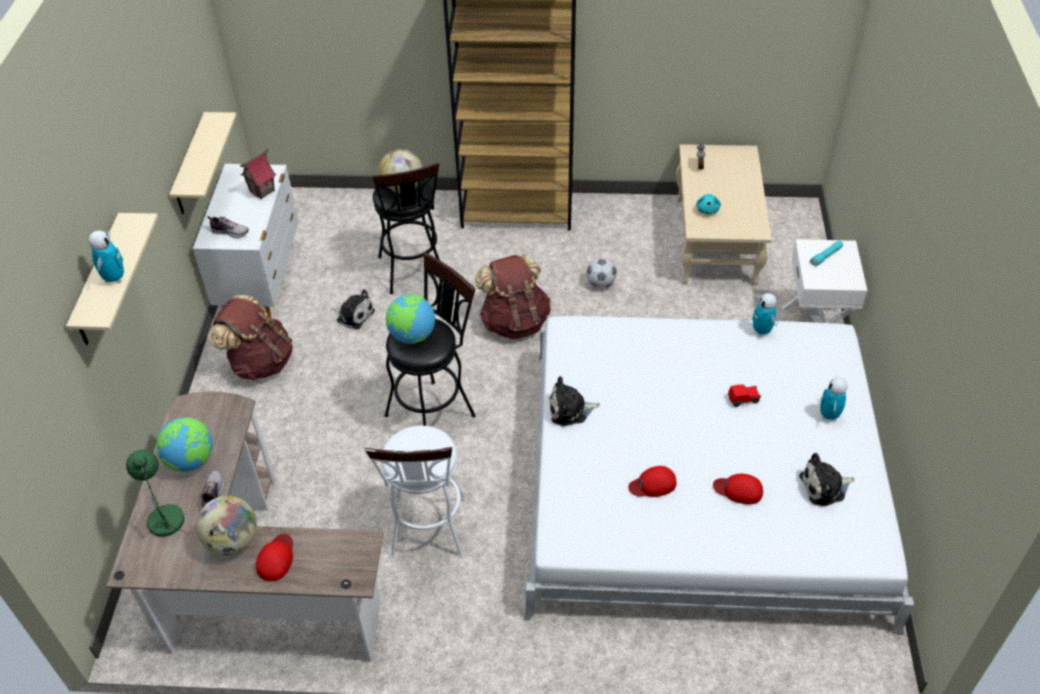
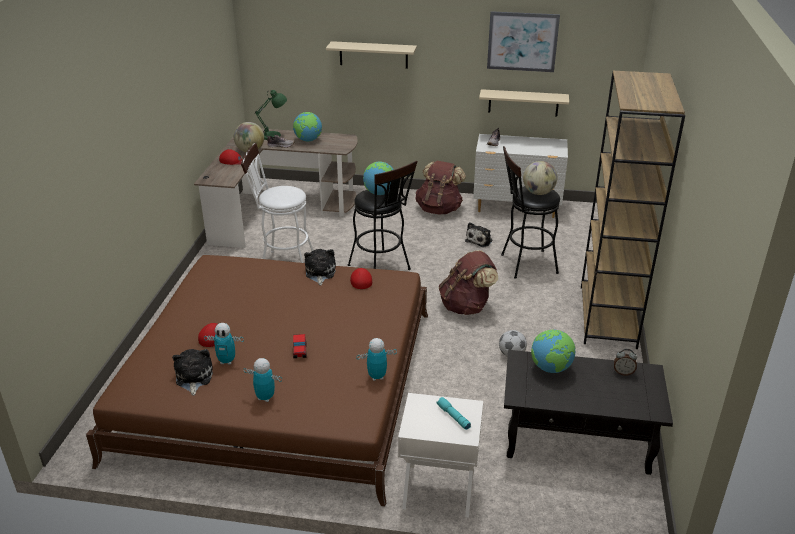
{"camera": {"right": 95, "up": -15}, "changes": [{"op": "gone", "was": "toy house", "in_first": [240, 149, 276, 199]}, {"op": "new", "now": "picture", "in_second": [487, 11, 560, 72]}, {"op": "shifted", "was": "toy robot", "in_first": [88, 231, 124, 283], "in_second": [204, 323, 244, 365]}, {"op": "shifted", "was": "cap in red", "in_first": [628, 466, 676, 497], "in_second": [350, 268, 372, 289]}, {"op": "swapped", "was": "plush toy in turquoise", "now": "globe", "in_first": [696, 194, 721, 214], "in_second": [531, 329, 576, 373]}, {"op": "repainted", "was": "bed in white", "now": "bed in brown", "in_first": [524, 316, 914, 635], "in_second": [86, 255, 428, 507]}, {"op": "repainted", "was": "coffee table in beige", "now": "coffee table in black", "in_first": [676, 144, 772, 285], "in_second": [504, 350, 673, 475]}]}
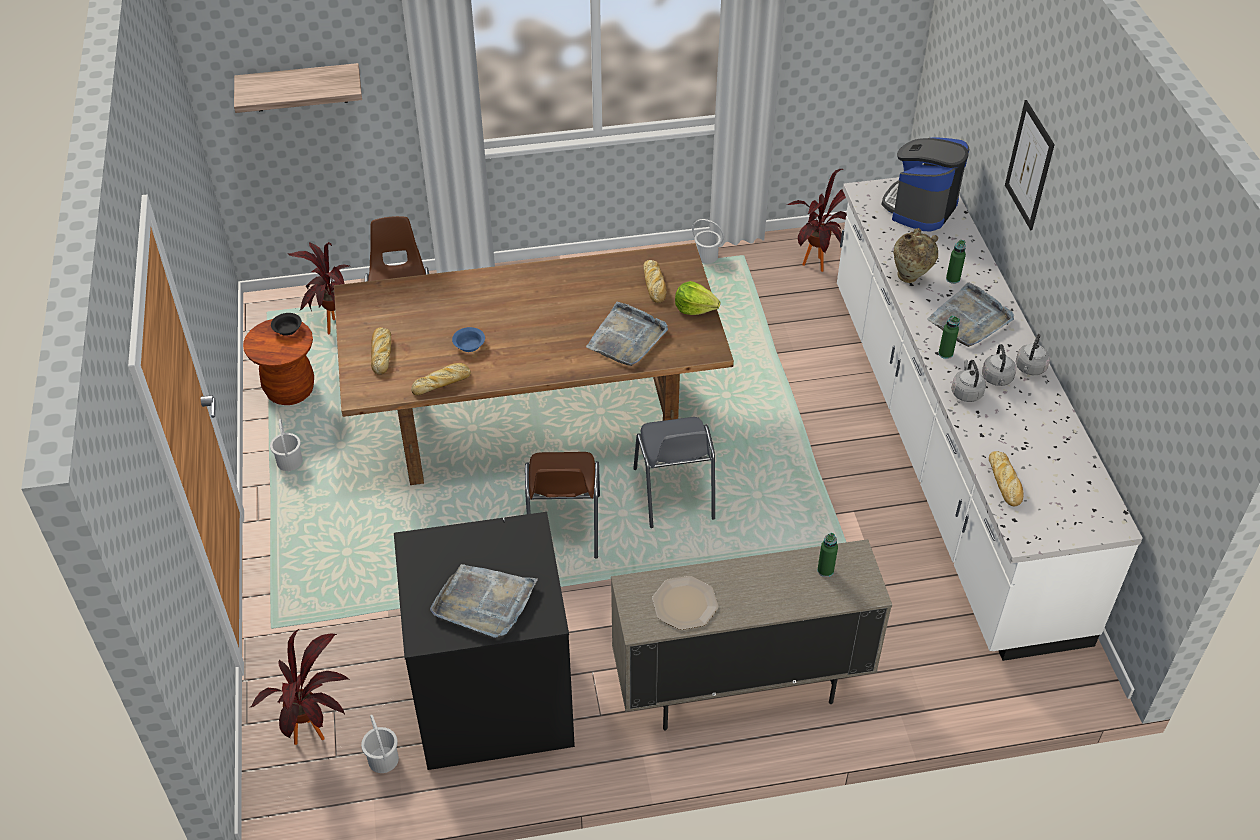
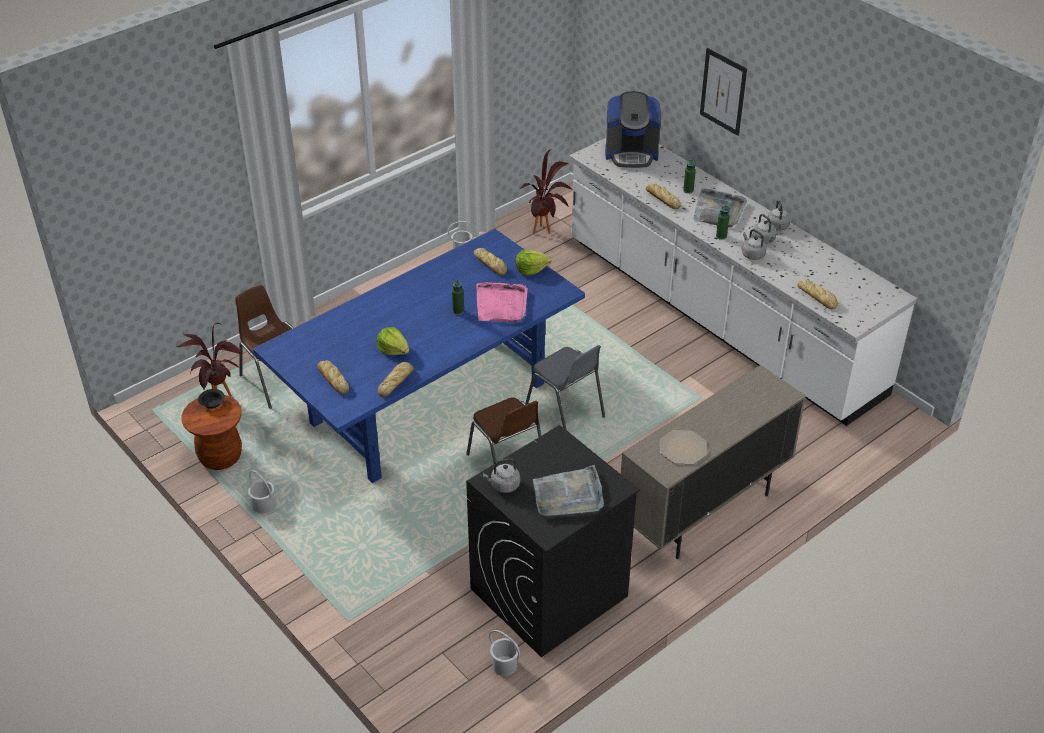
{"camera": {"right": -30, "up": -5}, "changes": [{"op": "gone", "was": "shelf", "in_first": [234, 63, 362, 113]}, {"op": "gone", "was": "potted plant", "in_first": [249, 629, 350, 745]}, {"op": "new", "now": "kettle in grey", "in_second": [482, 458, 520, 493]}, {"op": "shifted", "was": "bottle in green", "in_first": [817, 533, 838, 577], "in_second": [452, 280, 464, 315]}, {"op": "swapped", "was": "bowl in blue", "now": "lettuce", "in_first": [452, 327, 485, 352], "in_second": [377, 327, 409, 355]}, {"op": "swapped", "was": "vase in beige", "now": "bread", "in_first": [893, 228, 938, 283], "in_second": [646, 184, 681, 209]}, {"op": "repainted", "was": "dining table in brown", "now": "dining table in blue", "in_first": [334, 243, 734, 485], "in_second": [253, 229, 585, 483]}, {"op": "repainted", "was": "tray in grey", "now": "tray in pink", "in_first": [586, 302, 668, 366], "in_second": [476, 282, 528, 322]}, {"op": "rotated", "was": "coffee machine", "in_first": [881, 138, 969, 231], "in_second": [605, 91, 661, 168], "clockwise": -90}]}
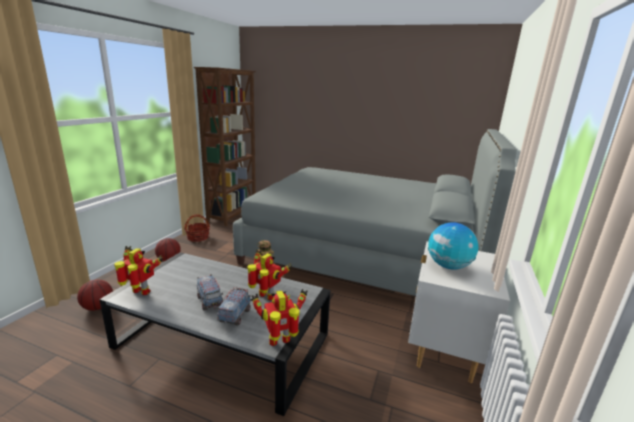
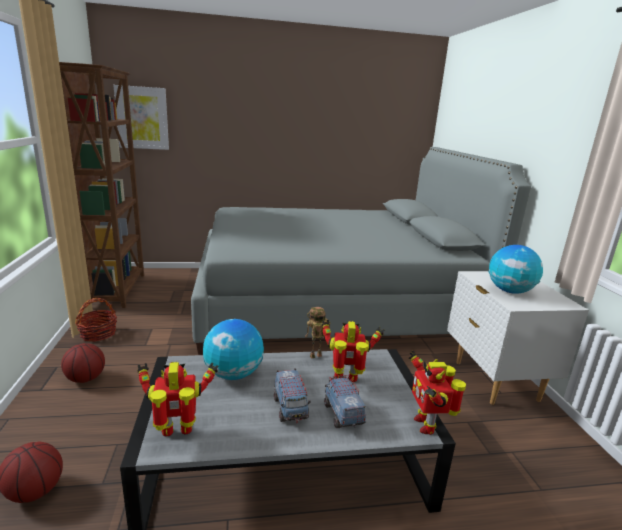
{"camera": {"right": -30, "up": 0}, "changes": [{"op": "new", "now": "picture", "in_second": [113, 85, 169, 150]}, {"op": "new", "now": "globe", "in_second": [203, 319, 264, 380]}, {"op": "rotated", "was": "toy truck", "in_first": [197, 274, 223, 310], "in_second": [274, 368, 310, 422], "clockwise": 45}, {"op": "rotated", "was": "toy robot", "in_first": [251, 289, 308, 346], "in_second": [408, 351, 466, 435], "clockwise": -45}]}
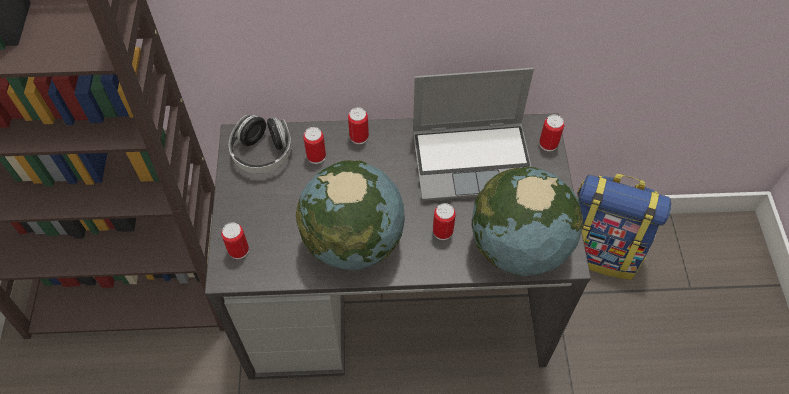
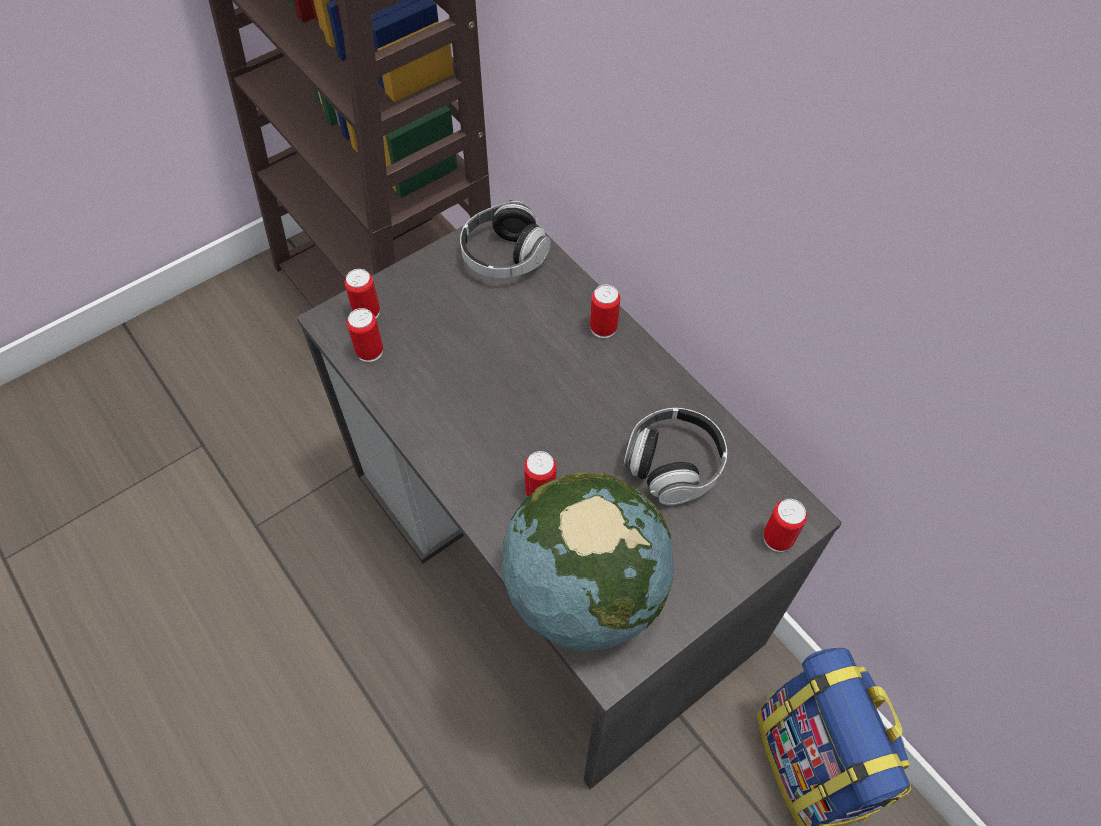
{"camera": {"right": 55, "up": 0}, "changes": [{"op": "gone", "was": "globe", "in_first": [296, 160, 405, 270]}, {"op": "shifted", "was": "can", "in_first": [303, 127, 326, 164], "in_second": [347, 308, 383, 362]}, {"op": "swapped", "was": "laptop", "now": "headphones", "in_first": [413, 68, 534, 201], "in_second": [623, 408, 727, 505]}]}
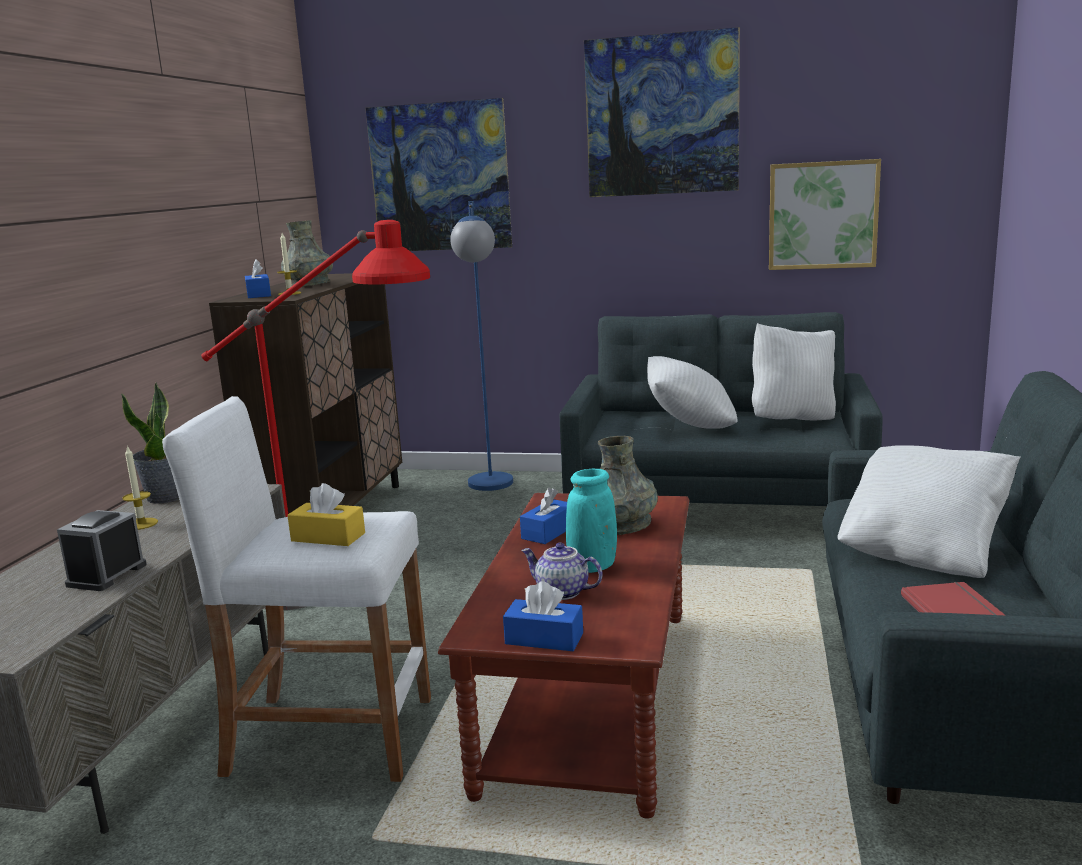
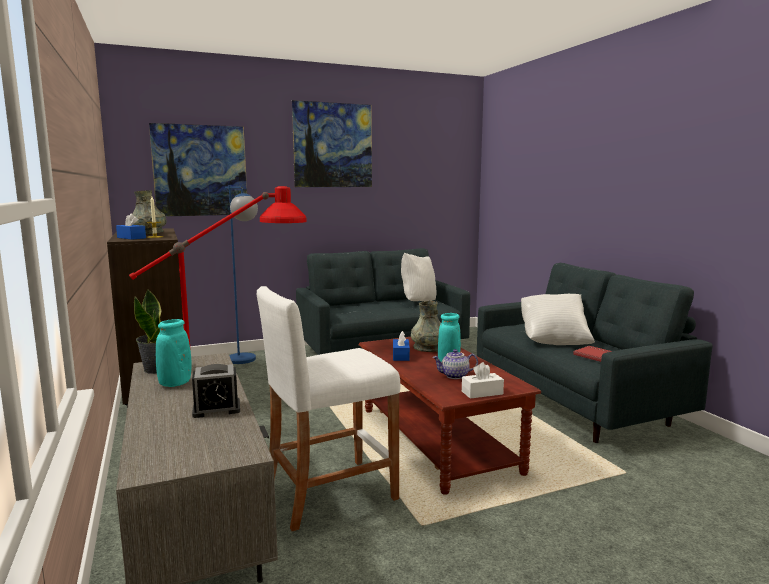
{"camera": {"right": -35, "up": -5}, "changes": [{"op": "gone", "was": "tissue box in yellow", "in_first": [287, 483, 365, 546]}, {"op": "gone", "was": "pillow in white", "in_first": [647, 356, 738, 429]}, {"op": "gone", "was": "picture", "in_first": [769, 159, 881, 270]}, {"op": "swapped", "was": "candle", "now": "vase in turquoise", "in_first": [122, 445, 158, 530], "in_second": [156, 319, 192, 387]}, {"op": "repainted", "was": "tissue box in blue", "now": "tissue box in white", "in_first": [503, 581, 583, 651], "in_second": [462, 362, 504, 399]}, {"op": "rotated", "was": "alarm clock", "in_first": [57, 510, 147, 591], "in_second": [192, 364, 240, 418], "clockwise": -90}]}
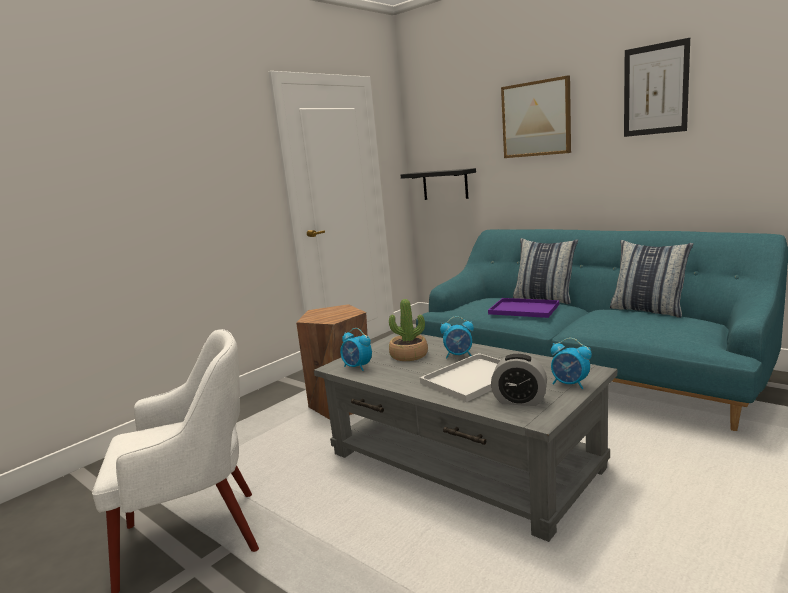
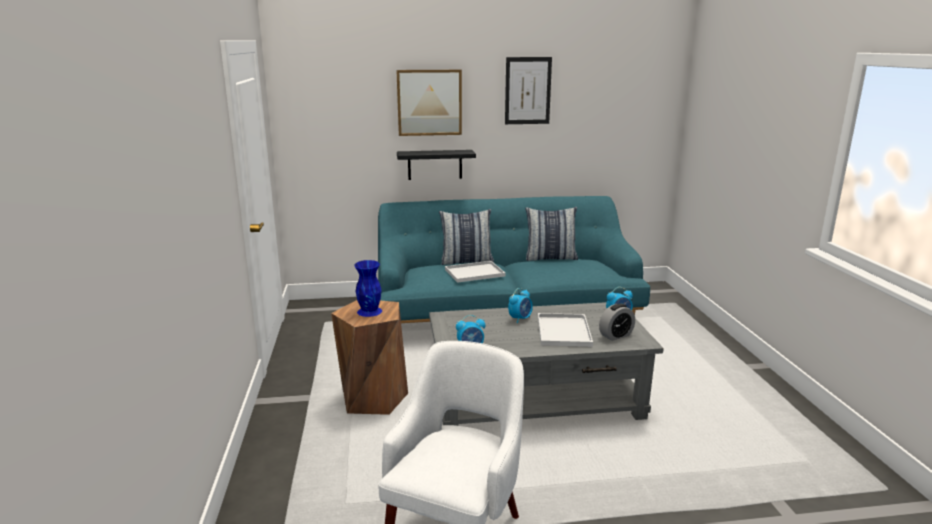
{"camera": {"right": -50, "up": 5}, "changes": [{"op": "gone", "was": "potted plant", "in_first": [389, 299, 428, 361]}, {"op": "new", "now": "vase in blue", "in_second": [354, 260, 382, 317]}, {"op": "shifted", "was": "shelf in black", "in_first": [401, 168, 476, 200], "in_second": [397, 150, 476, 180]}, {"op": "repainted", "was": "tray in purple", "now": "tray in white", "in_first": [488, 298, 559, 318], "in_second": [445, 261, 506, 283]}]}
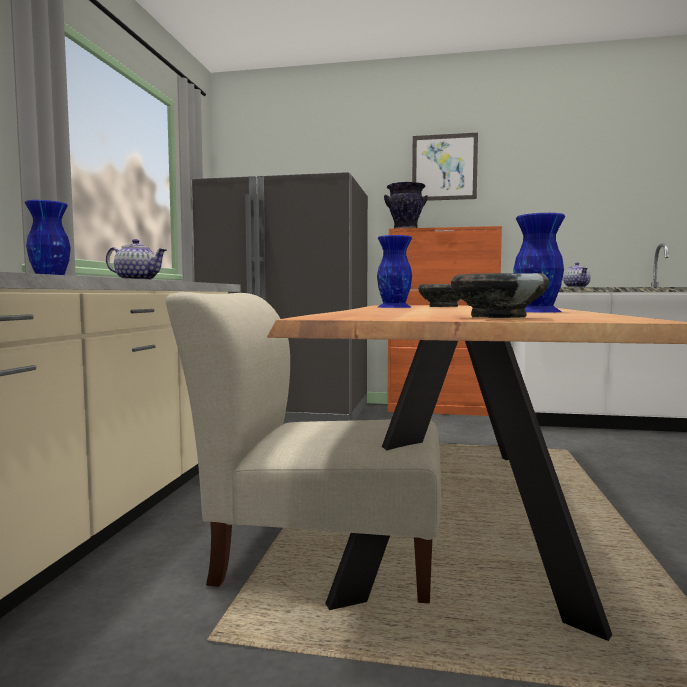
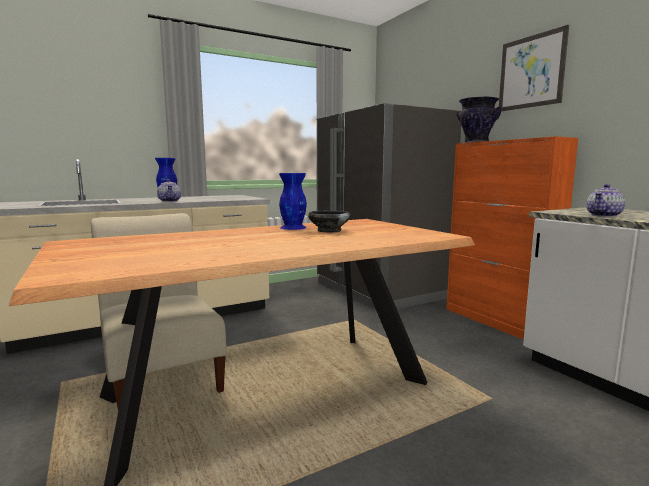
{"camera": {"right": 50, "up": 5}, "changes": [{"op": "gone", "was": "bowl in black", "in_first": [451, 273, 549, 318]}, {"op": "gone", "was": "vase in blue", "in_first": [513, 213, 565, 312]}]}
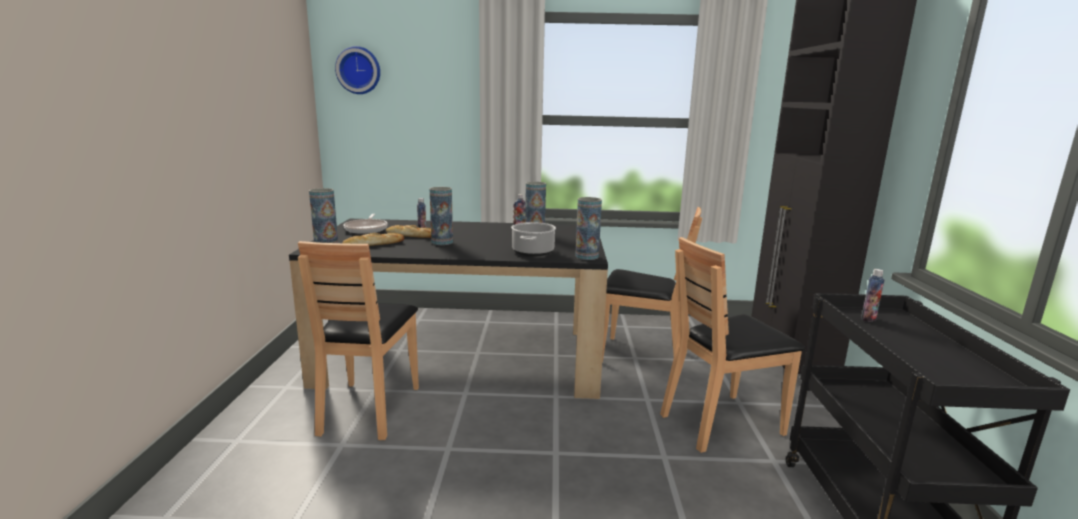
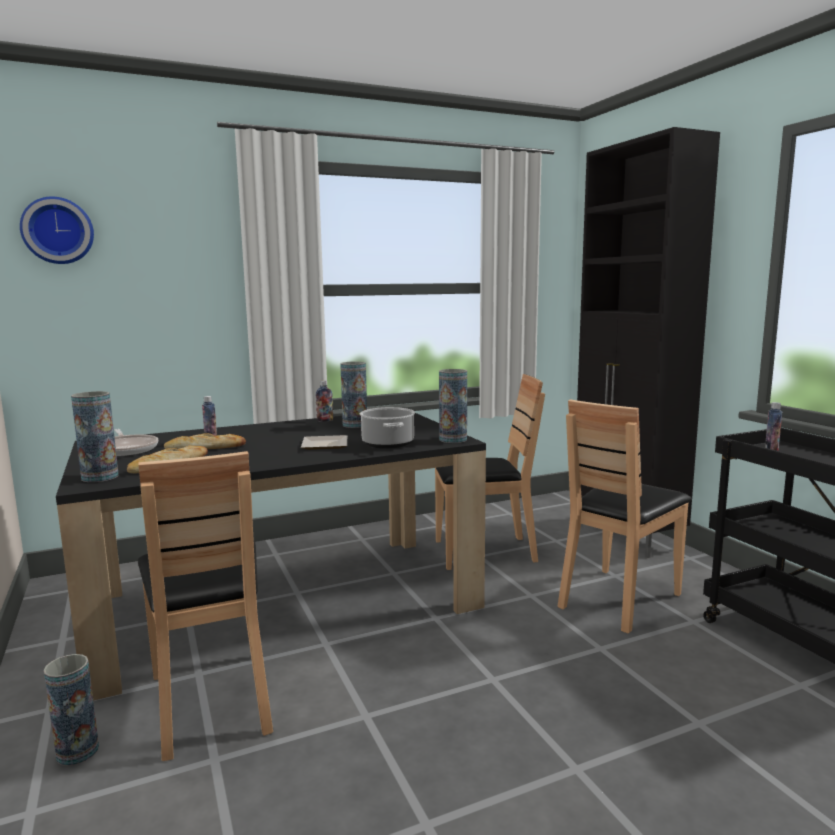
{"camera": {"right": -25, "up": -5}, "changes": [{"op": "new", "now": "plate", "in_second": [301, 435, 347, 450]}, {"op": "shifted", "was": "vase", "in_first": [430, 187, 453, 245], "in_second": [44, 654, 99, 766]}]}
